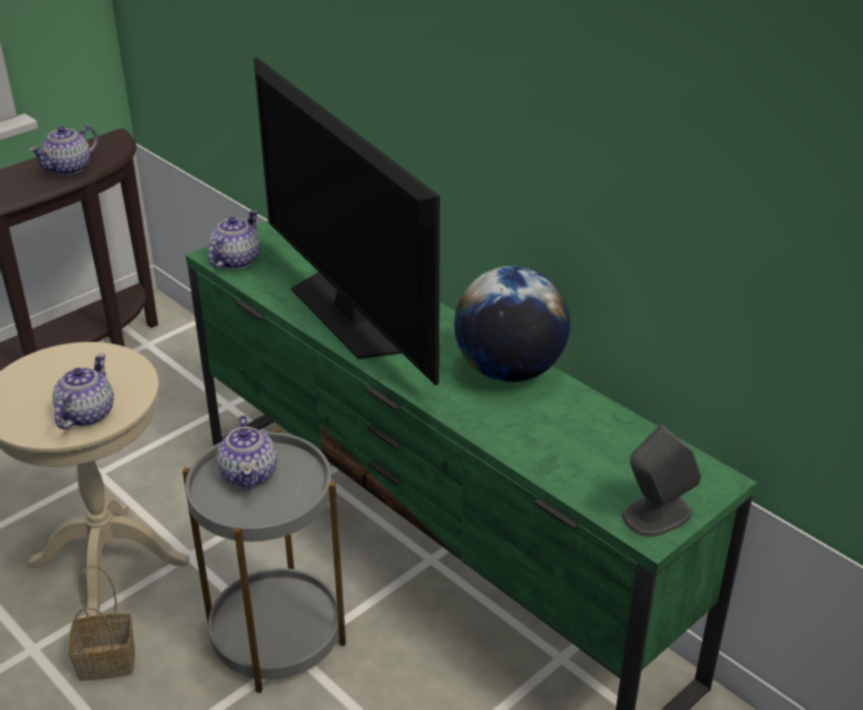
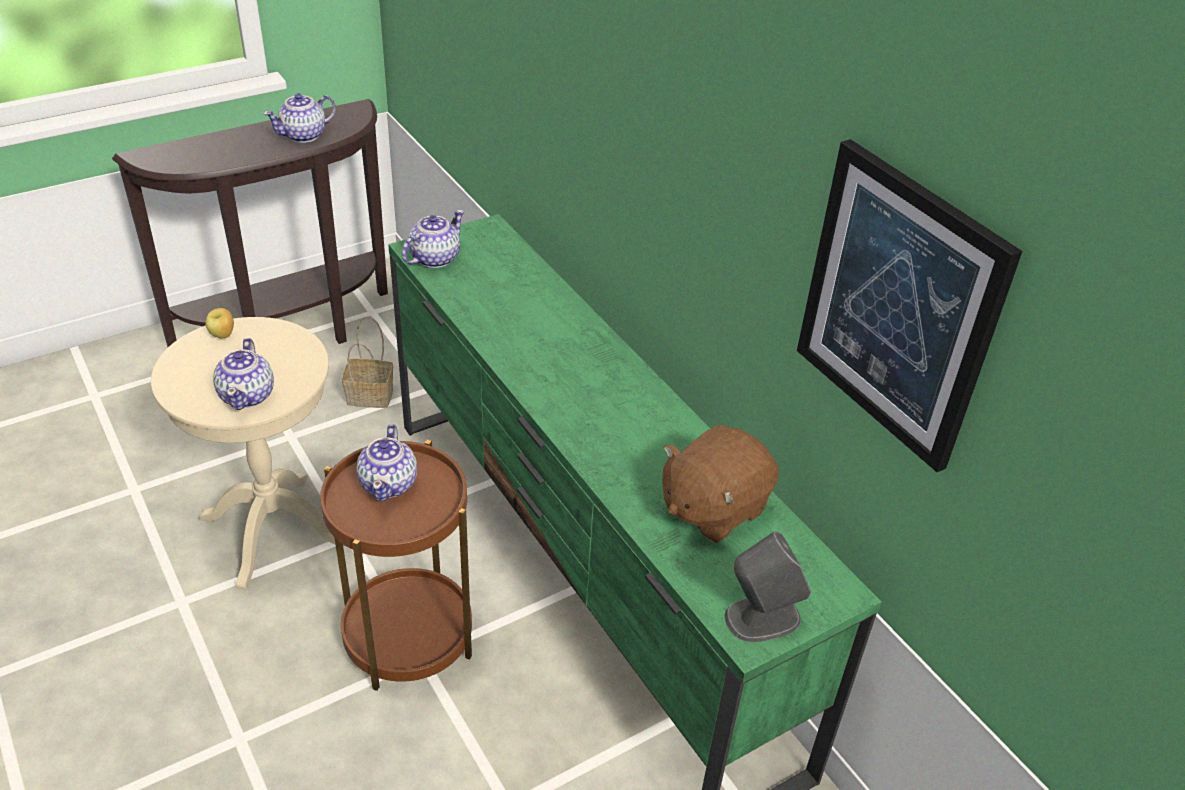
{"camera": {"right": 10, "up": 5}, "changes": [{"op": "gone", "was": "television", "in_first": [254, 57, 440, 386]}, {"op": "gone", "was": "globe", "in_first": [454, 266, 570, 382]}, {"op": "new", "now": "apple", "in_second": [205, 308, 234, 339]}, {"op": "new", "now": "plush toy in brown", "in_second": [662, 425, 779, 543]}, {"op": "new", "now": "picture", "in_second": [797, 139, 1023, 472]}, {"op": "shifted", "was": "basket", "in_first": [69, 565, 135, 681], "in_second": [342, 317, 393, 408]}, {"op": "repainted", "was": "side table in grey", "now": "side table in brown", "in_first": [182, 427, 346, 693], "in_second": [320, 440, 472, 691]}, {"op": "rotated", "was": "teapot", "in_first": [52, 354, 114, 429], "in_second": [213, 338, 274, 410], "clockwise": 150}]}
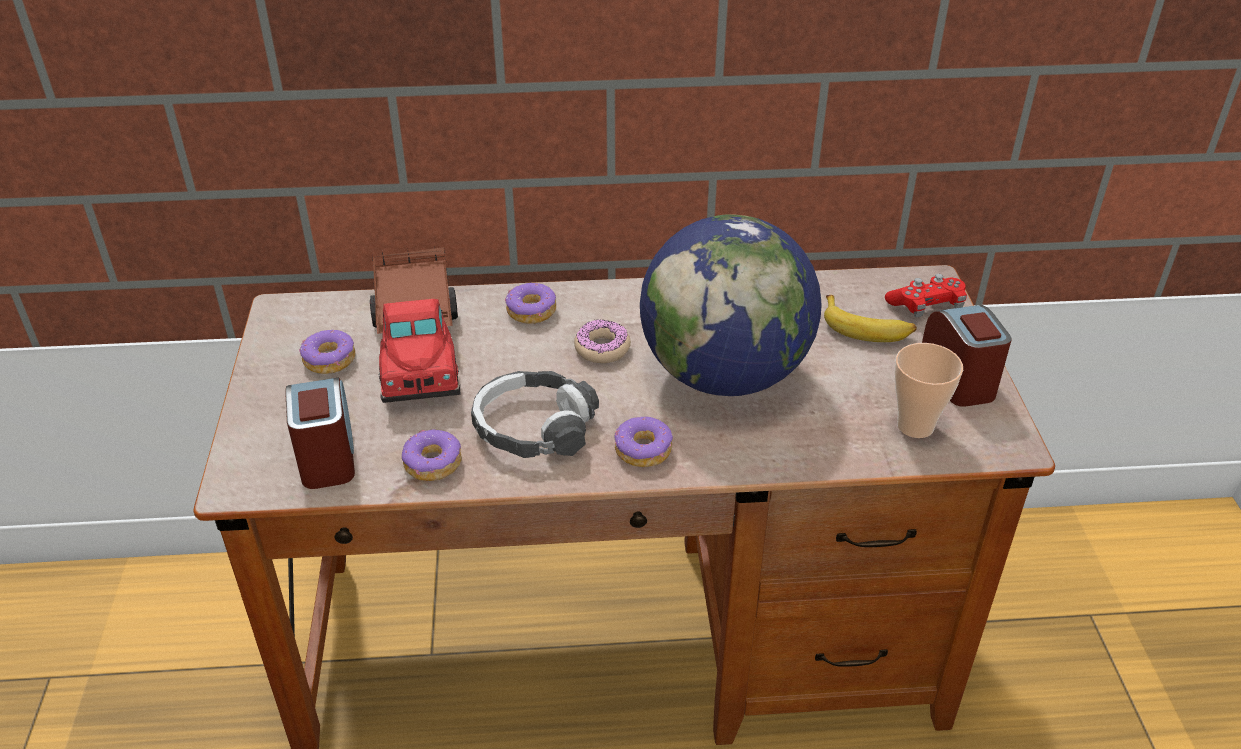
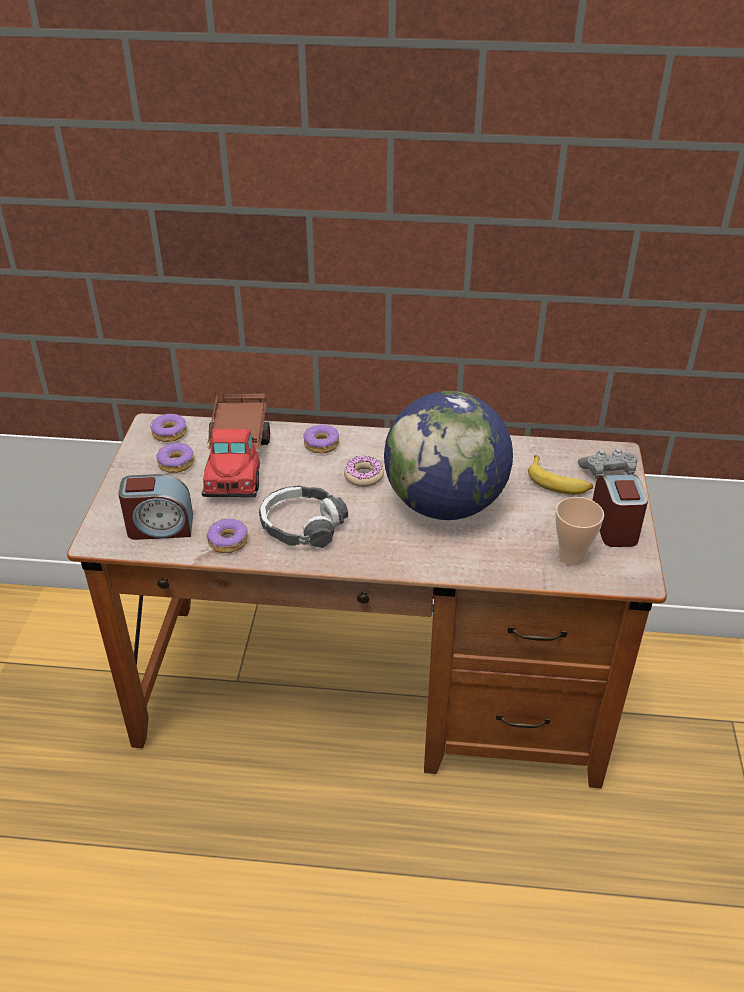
{"camera": {"right": 10, "up": 0}, "changes": [{"op": "shifted", "was": "donut", "in_first": [615, 417, 673, 467], "in_second": [150, 414, 187, 442]}, {"op": "repainted", "was": "game controller in red", "now": "game controller in grey", "in_first": [885, 274, 967, 317], "in_second": [578, 449, 637, 479]}, {"op": "rotated", "was": "alarm clock", "in_first": [285, 378, 355, 489], "in_second": [118, 474, 193, 540], "clockwise": 90}]}
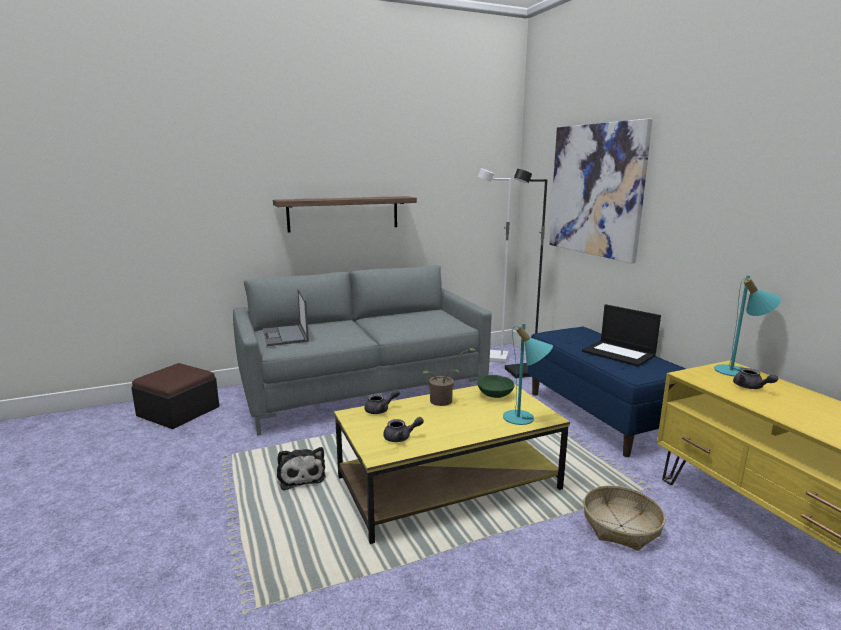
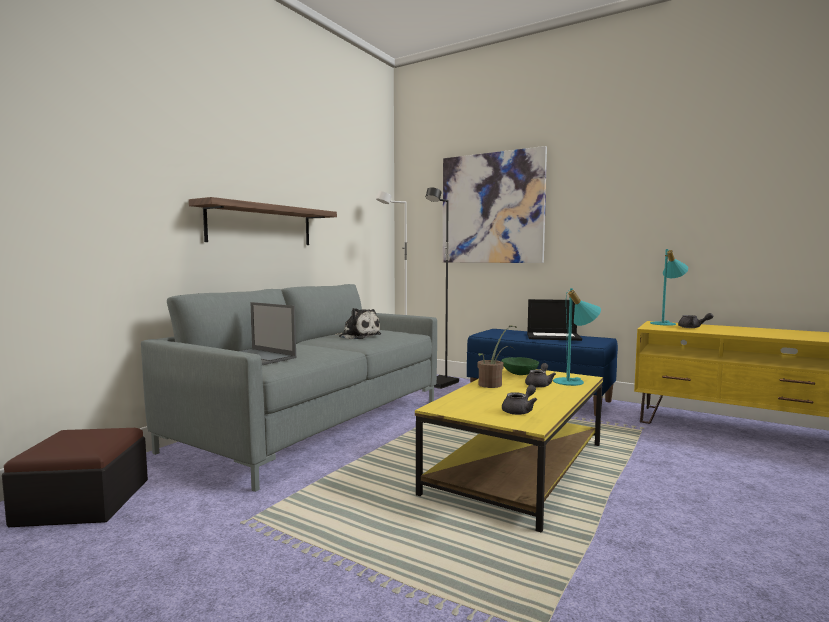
{"camera": {"right": -35, "up": -10}, "changes": [{"op": "gone", "was": "basket", "in_first": [583, 486, 665, 551]}, {"op": "shifted", "was": "plush toy", "in_first": [277, 447, 326, 490], "in_second": [335, 308, 381, 339]}, {"op": "shifted", "was": "teapot in grey", "in_first": [364, 389, 400, 414], "in_second": [525, 363, 556, 388]}]}
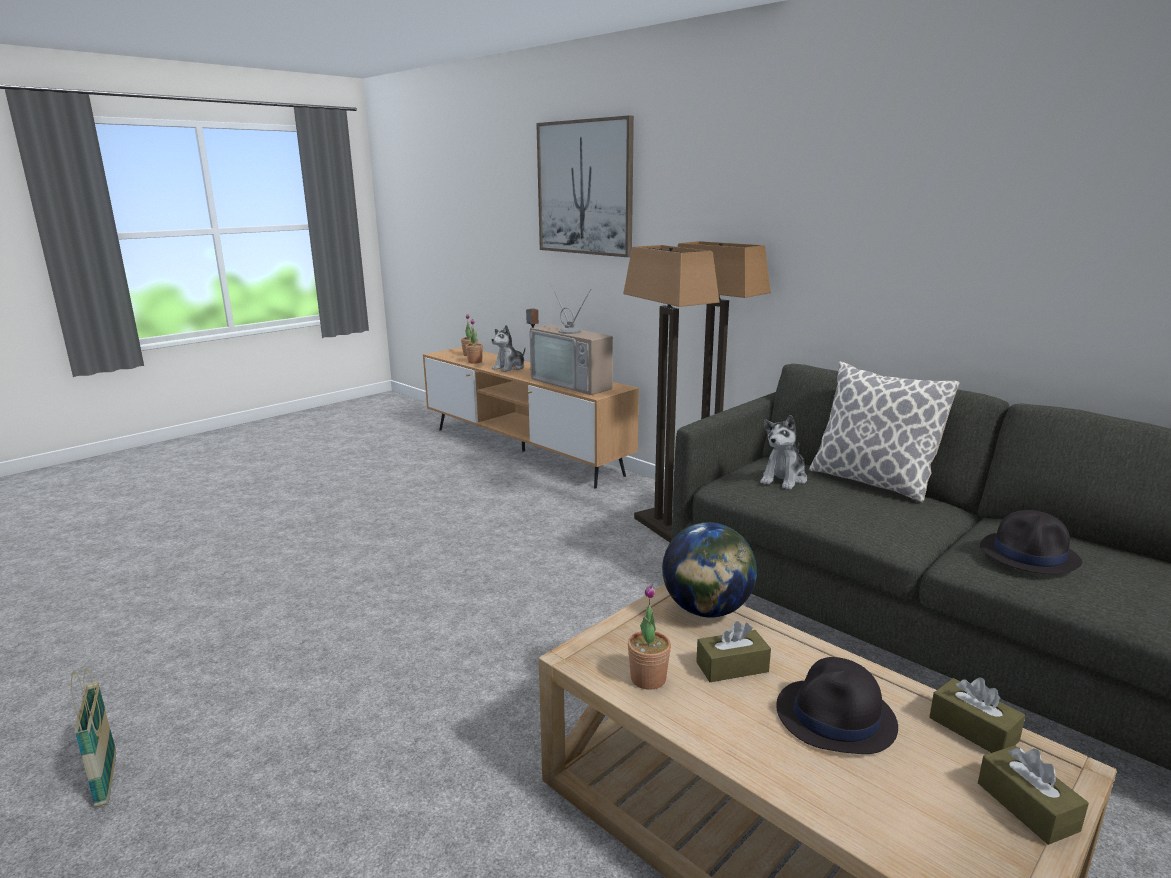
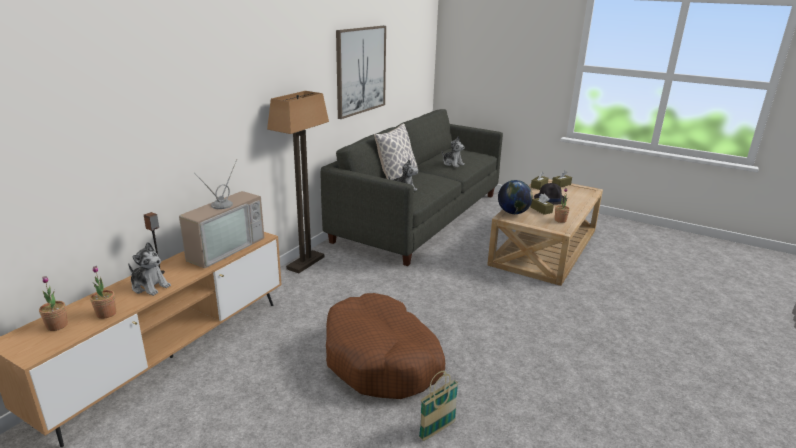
{"camera": {"right": -105, "up": 5}, "changes": [{"op": "gone", "was": "floor lamp", "in_first": [623, 245, 720, 542]}, {"op": "new", "now": "dog bed in brown", "in_second": [326, 293, 445, 399]}, {"op": "shifted", "was": "basket", "in_first": [71, 668, 116, 807], "in_second": [419, 371, 458, 441]}, {"op": "shifted", "was": "picture", "in_first": [536, 115, 634, 257], "in_second": [336, 26, 386, 119]}, {"op": "swapped", "was": "hat in black", "now": "plush toy", "in_first": [980, 510, 1082, 575], "in_second": [442, 137, 465, 167]}]}
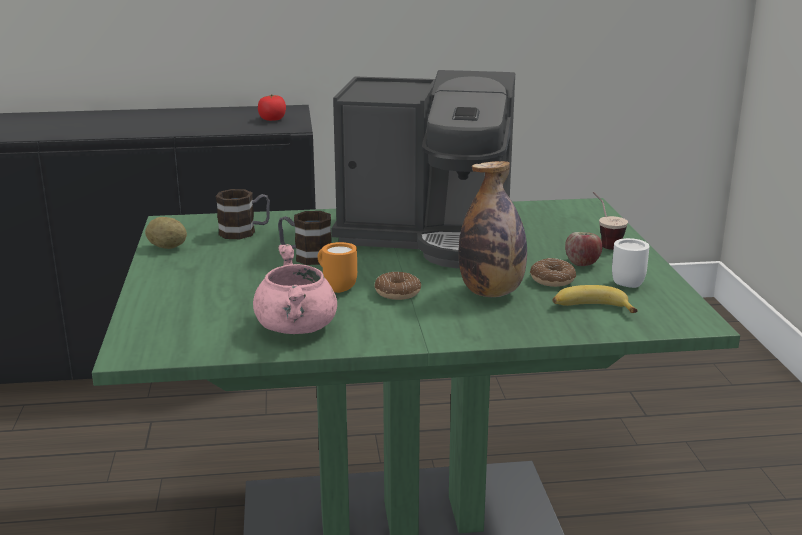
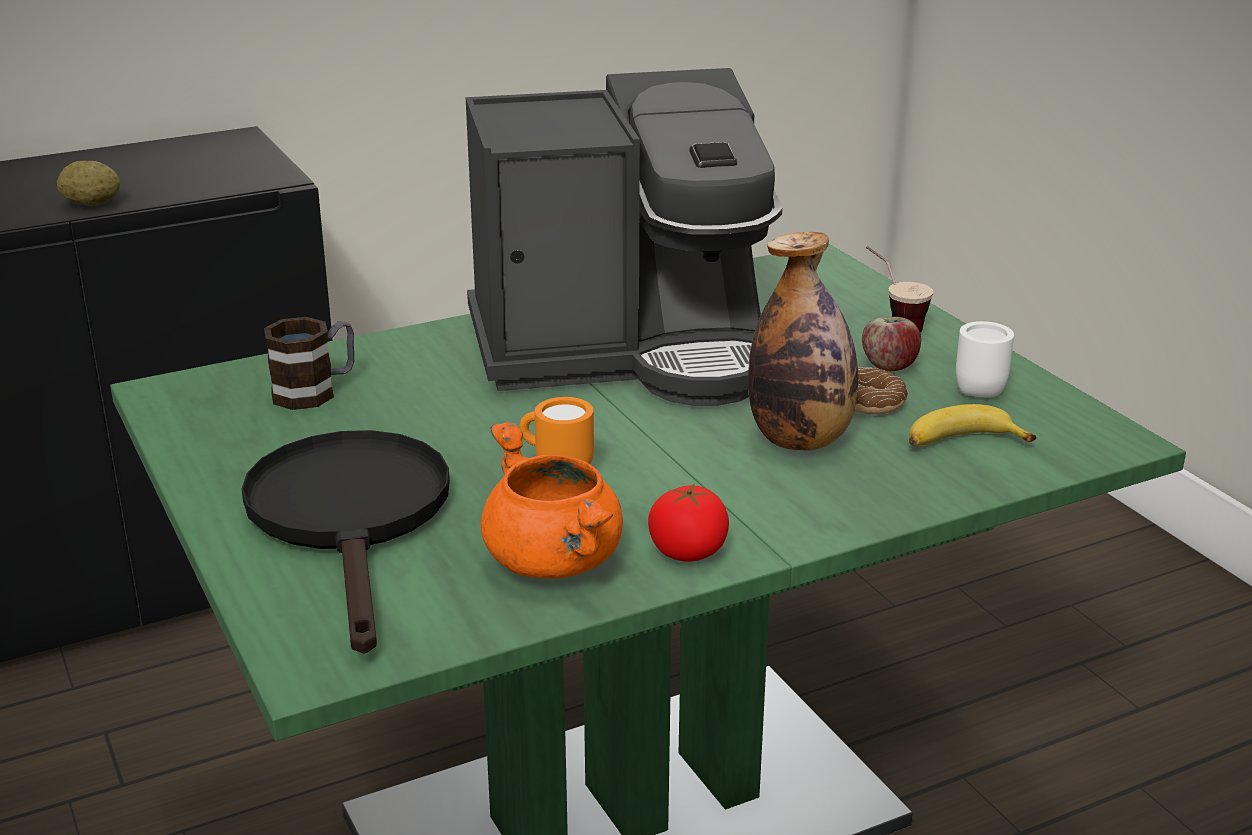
{"camera": {"right": -20, "up": 5}, "changes": [{"op": "gone", "was": "mug", "in_first": [278, 211, 332, 265]}, {"op": "gone", "was": "donut", "in_first": [375, 272, 421, 300]}, {"op": "new", "now": "frying pan in black", "in_second": [241, 430, 450, 654]}, {"op": "shifted", "was": "potato", "in_first": [145, 217, 187, 249], "in_second": [57, 161, 120, 206]}, {"op": "shifted", "was": "tomato", "in_first": [258, 95, 286, 121], "in_second": [648, 483, 729, 562]}, {"op": "repainted", "was": "cooking pot in pink", "now": "cooking pot in orange", "in_first": [253, 244, 337, 334], "in_second": [481, 422, 623, 579]}]}
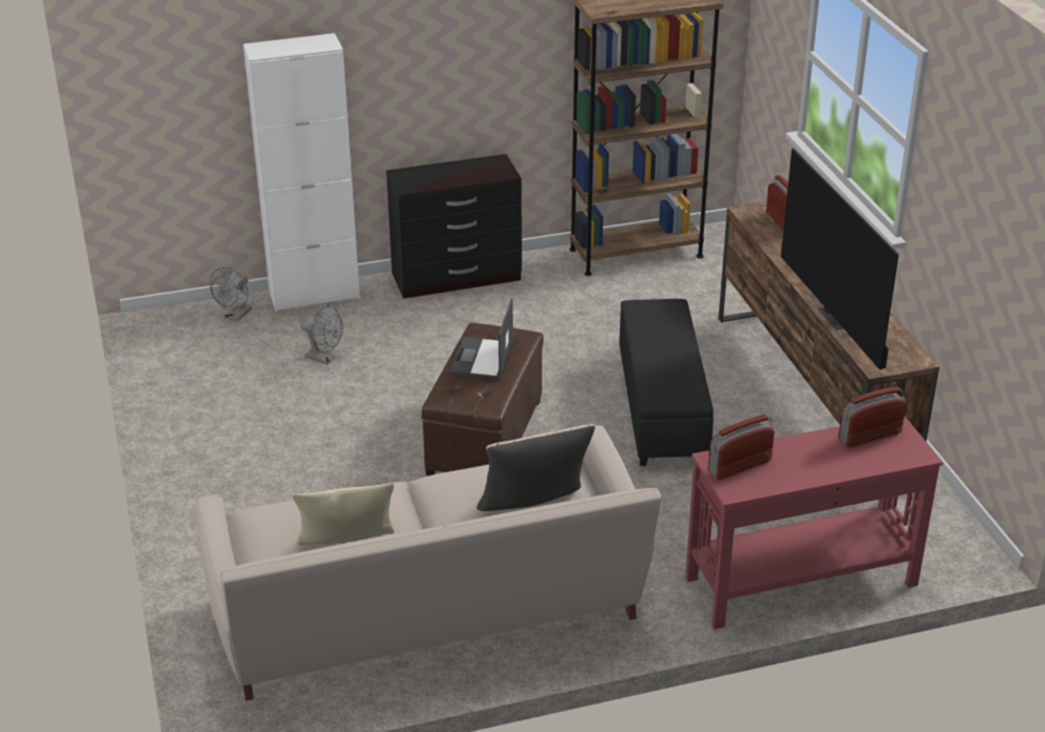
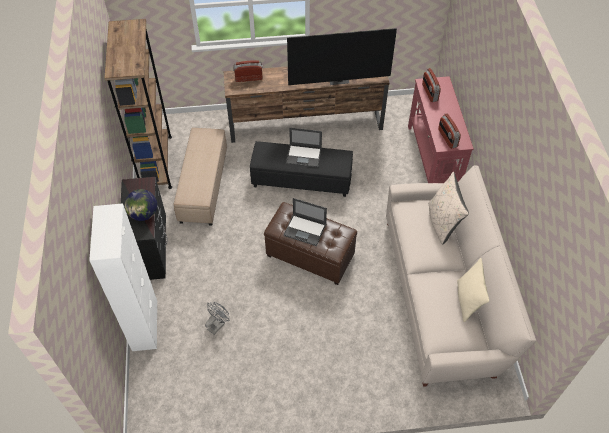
{"camera": {"right": -80, "up": 20}, "changes": [{"op": "gone", "was": "fan in grey", "in_first": [210, 267, 252, 322]}, {"op": "new", "now": "globe", "in_second": [125, 189, 157, 221]}, {"op": "new", "now": "ottoman in beige", "in_second": [174, 128, 227, 226]}, {"op": "new", "now": "laptop", "in_second": [286, 128, 322, 168]}]}
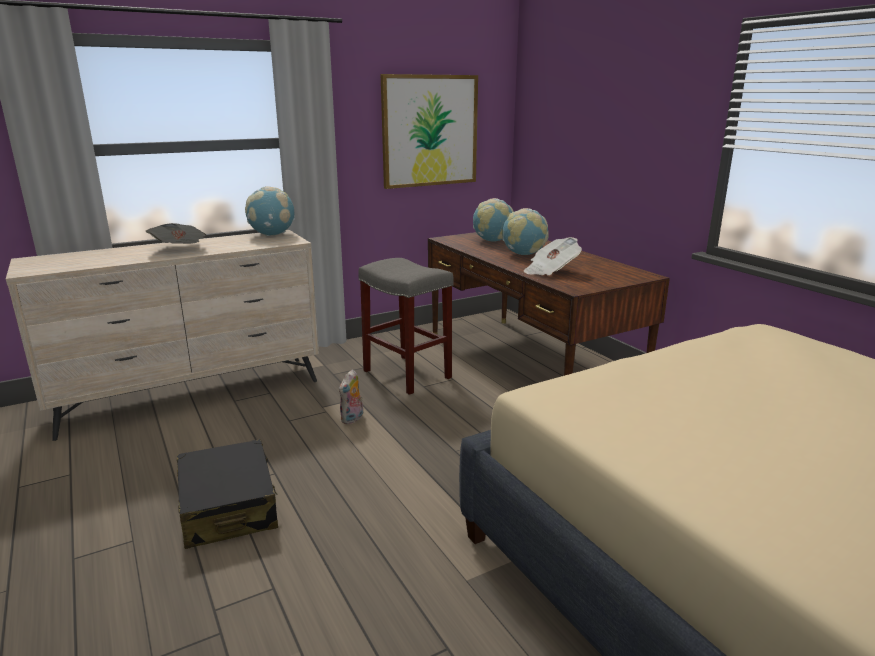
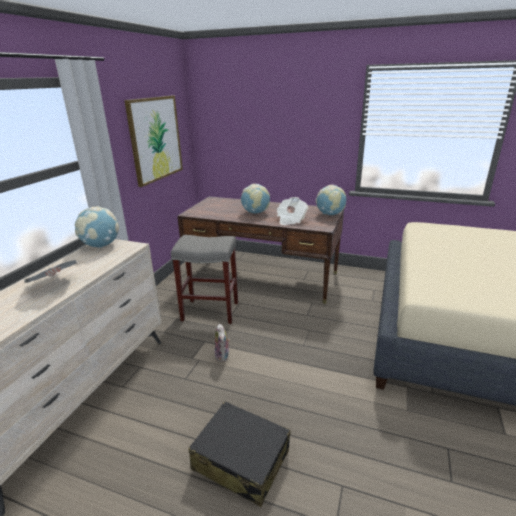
{"camera": {"right": -40, "up": 5}, "changes": [{"op": "shifted", "was": "globe", "in_first": [473, 198, 514, 241], "in_second": [316, 185, 346, 215]}]}
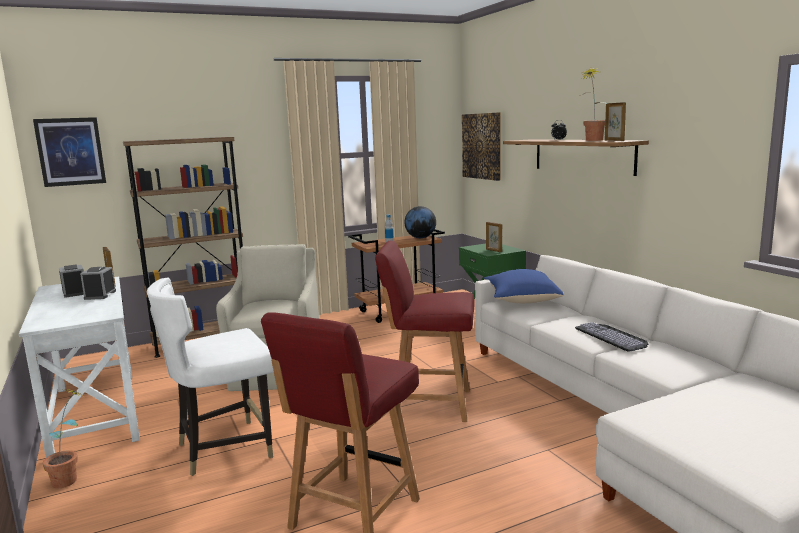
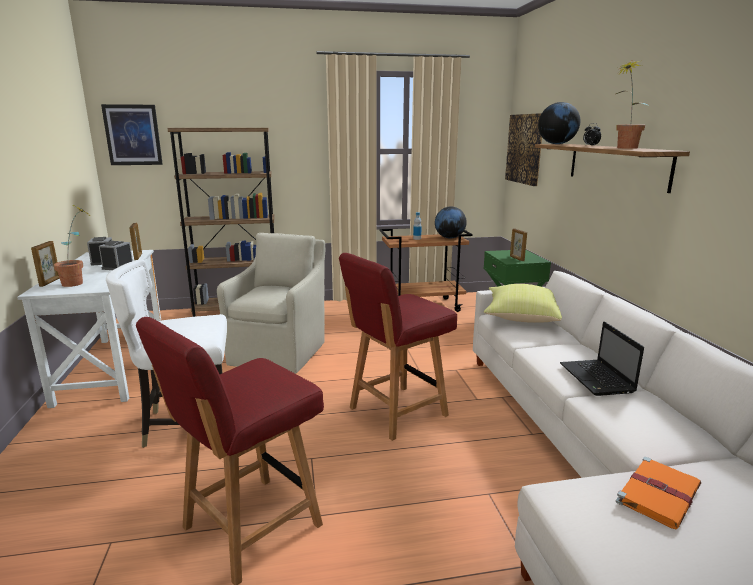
{"camera": {"right": 15, "up": 5}, "changes": [{"op": "new", "now": "globe", "in_second": [538, 102, 580, 144]}, {"op": "new", "now": "book in orange", "in_second": [616, 457, 701, 530]}, {"op": "shifted", "was": "potted plant", "in_first": [43, 389, 84, 488], "in_second": [54, 205, 88, 287]}, {"op": "shifted", "was": "picture frame", "in_first": [605, 102, 626, 141], "in_second": [31, 241, 60, 287]}, {"op": "swapped", "was": "keyboard", "now": "laptop", "in_first": [575, 322, 648, 352], "in_second": [560, 321, 644, 396]}, {"op": "repainted", "was": "pillow in blue", "now": "pillow in yellow", "in_first": [484, 269, 564, 303], "in_second": [484, 284, 562, 323]}, {"op": "rotated", "was": "chair in red", "in_first": [375, 240, 474, 422], "in_second": [339, 253, 457, 441], "clockwise": -60}]}
